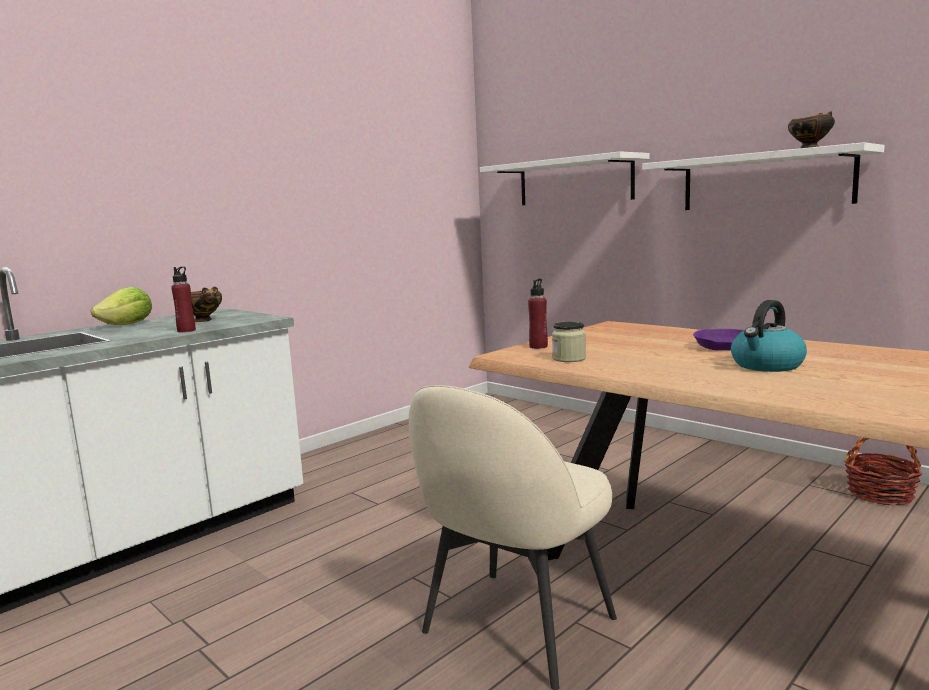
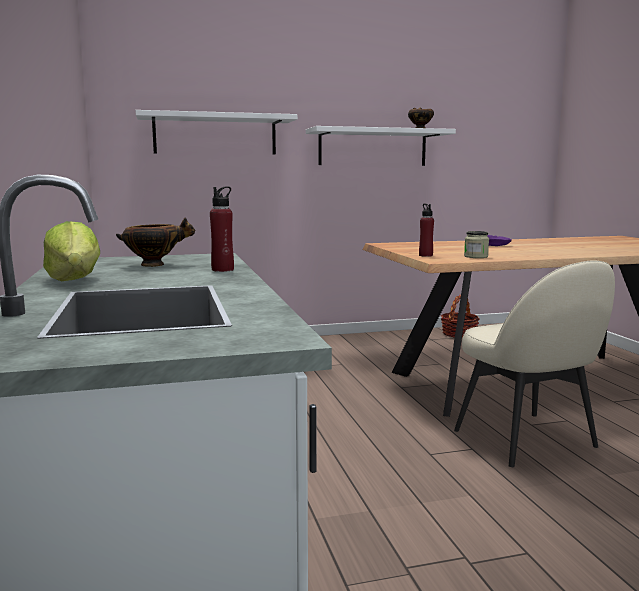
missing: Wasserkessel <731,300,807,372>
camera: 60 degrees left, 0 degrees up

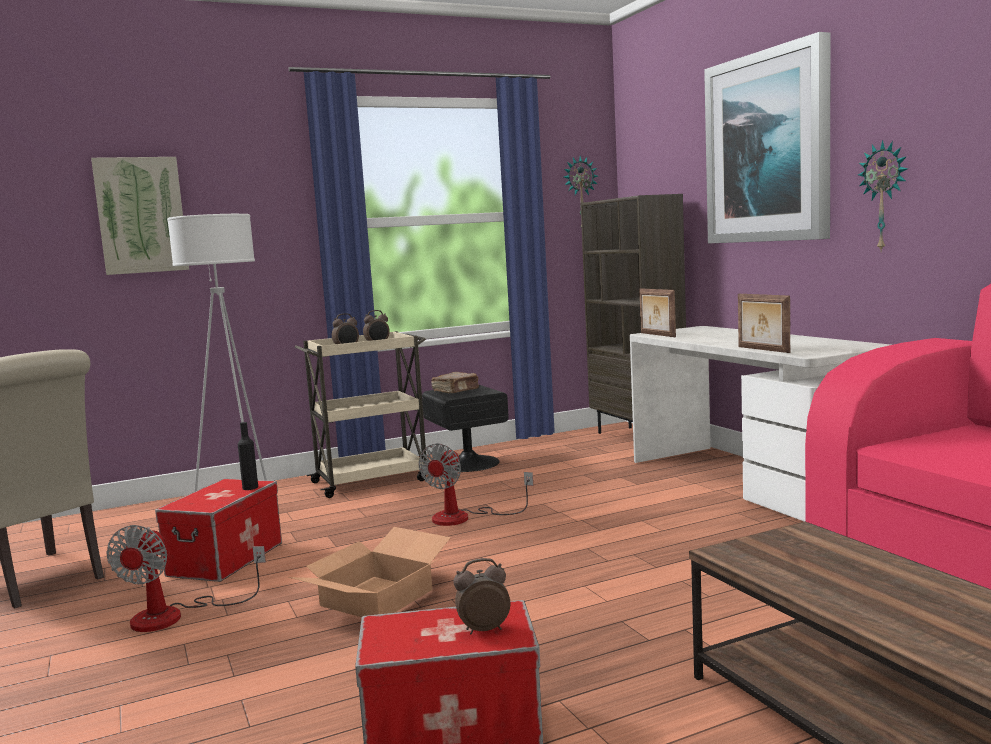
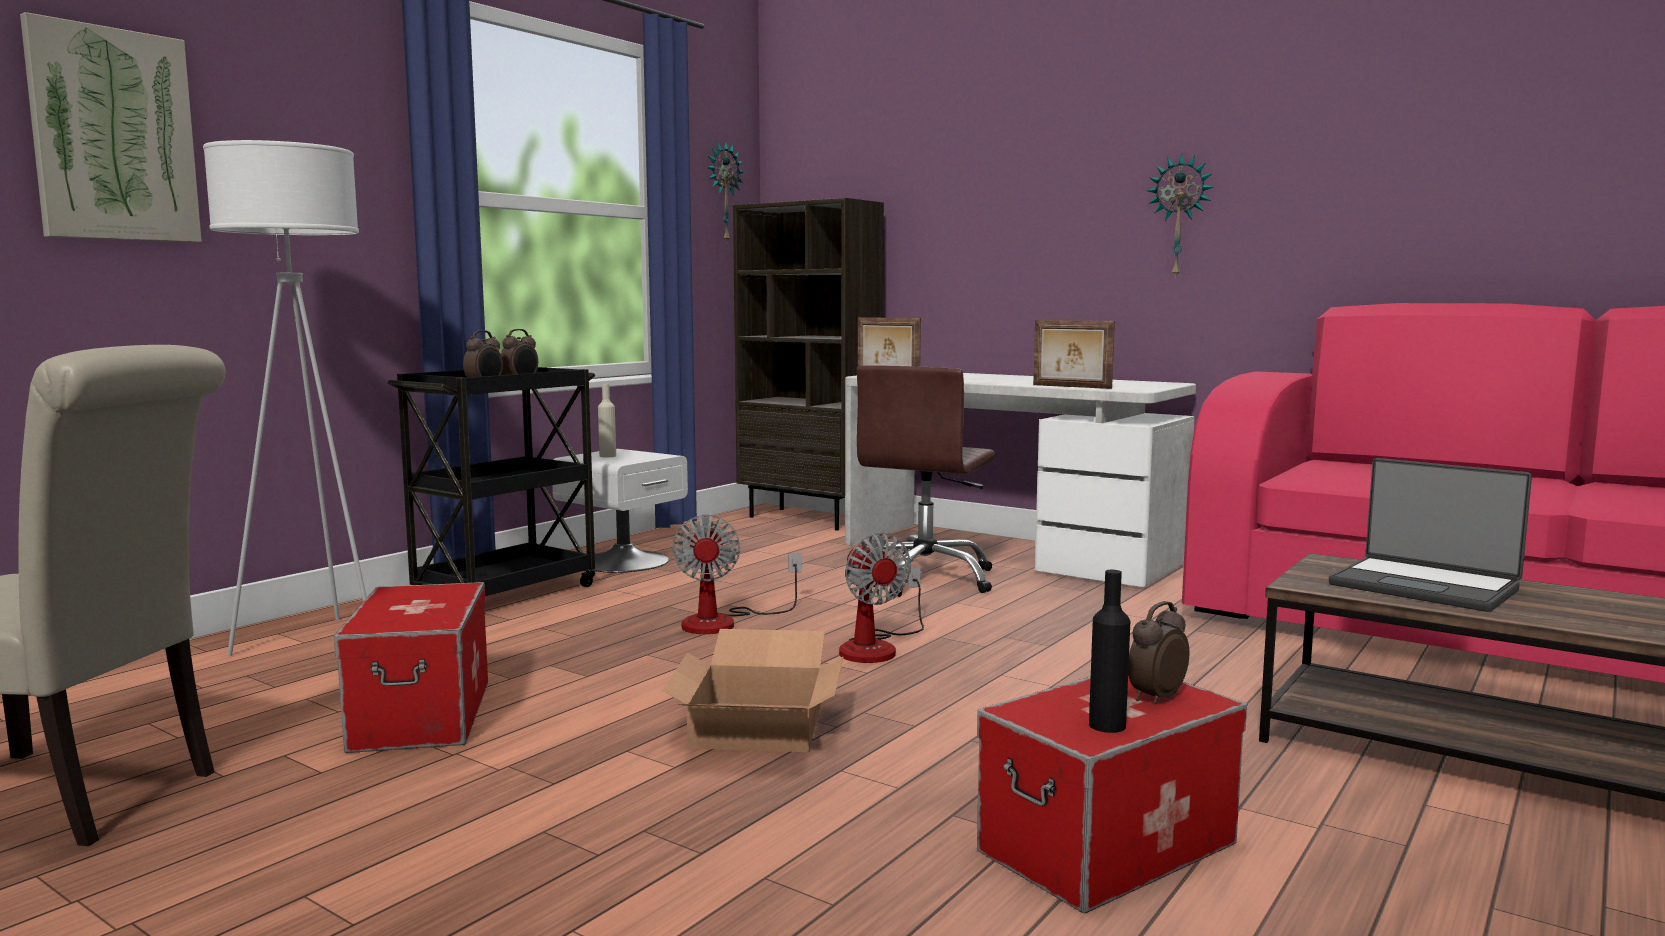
missing: Bild <704,32,831,244>
appeared: Bürostuhl [braun] <847,366,995,597>; Laptop <1329,458,1532,612>
relocated: Ventilator <106,525,266,632> to <839,533,924,663>; Flasche [schwarz] <238,422,258,490> to <1089,570,1130,733>
exchanged: Buch [braun] <431,372,479,393> to Flasche [beige] <598,384,616,457>
colour: Rollwagen [beige] <295,331,427,498> to Rollwagen [schwarz] <387,367,595,596>; Nachttisch [schwarz] <422,384,509,472> to Nachttisch [weiß] <552,449,688,573>
camera: 30 degrees left, 0 degrees up

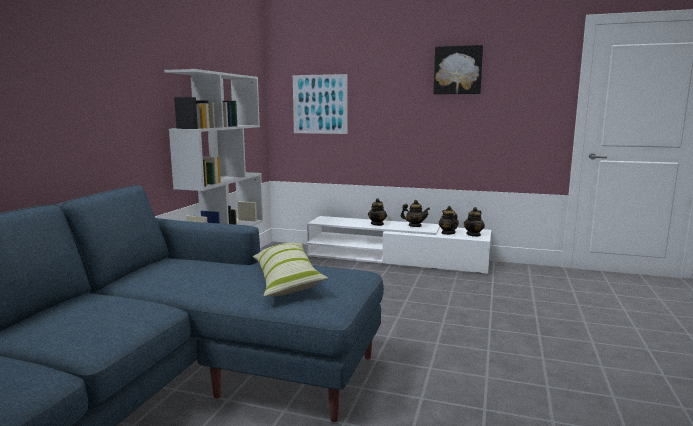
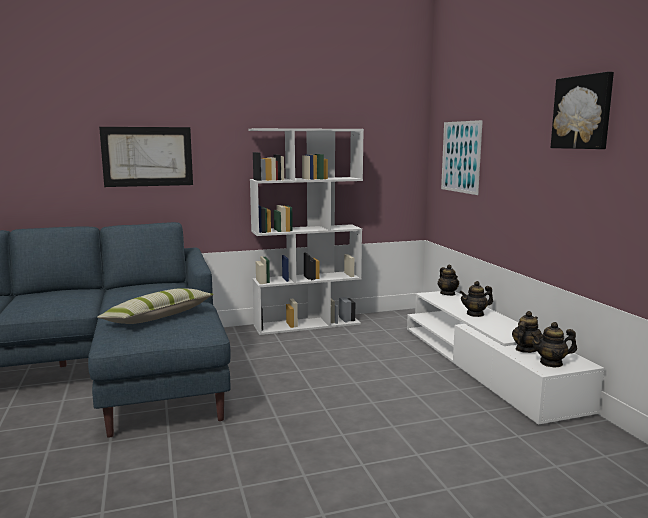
appeared: Bild <99,127,193,187>
relocated: Teekanne <401,200,430,227> to <438,265,459,296>
camera: 55 degrees right, 0 degrees up

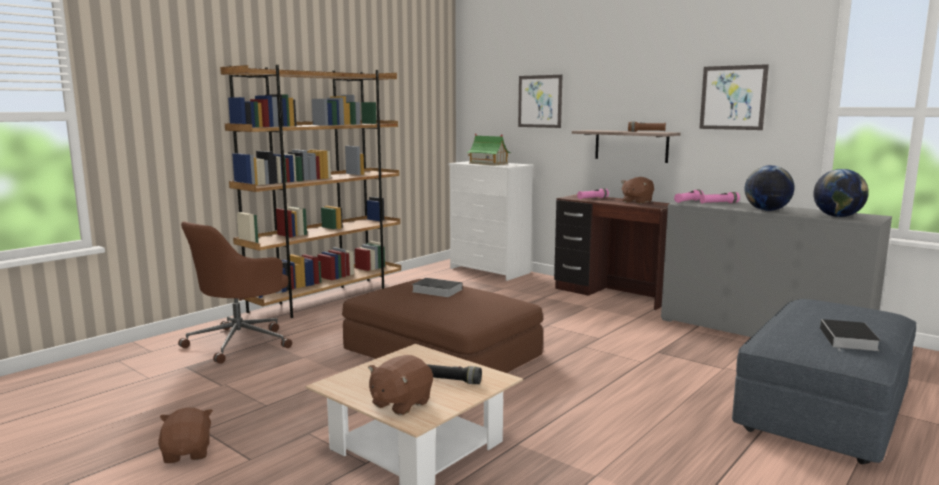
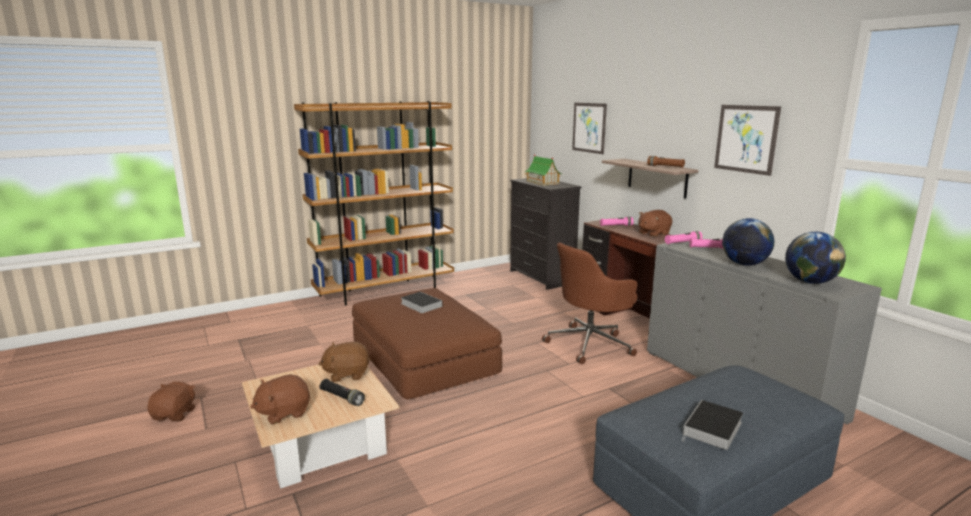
appeared: Plüschtier [braun] <319,342,371,382>
relocated: Bürostuhl [braun] <178,221,292,364> to <542,243,637,364>
colour: Kommode [weiß] <449,161,534,281> to Kommode [schwarz] <510,178,581,290>
camera: 20 degrees right, 5 degrees up

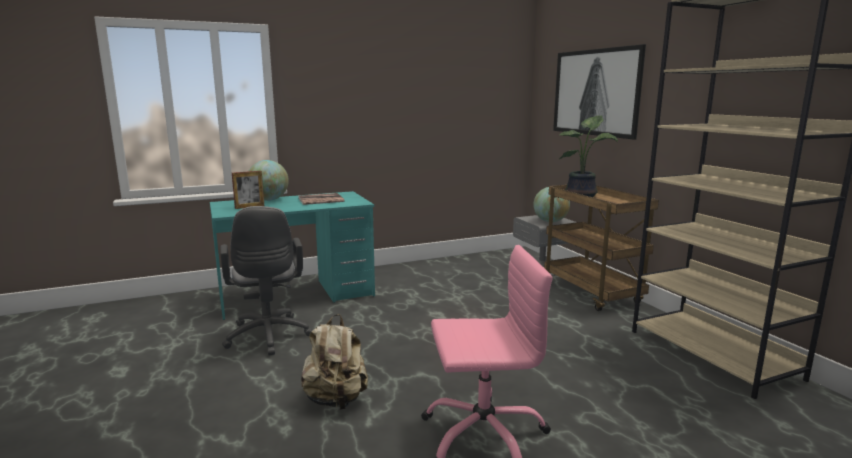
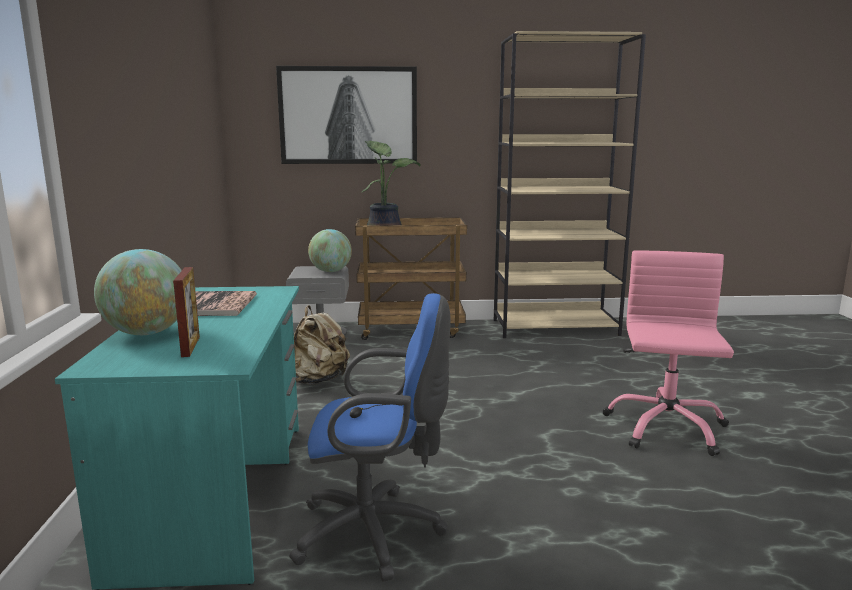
relocated: Rucksack [beige] <301,314,368,410> to <294,305,350,385>
colour: Bürostuhl [grau] <220,206,313,355> to Bürostuhl [blau] <289,293,450,581>
camera: 70 degrees left, 0 degrees up

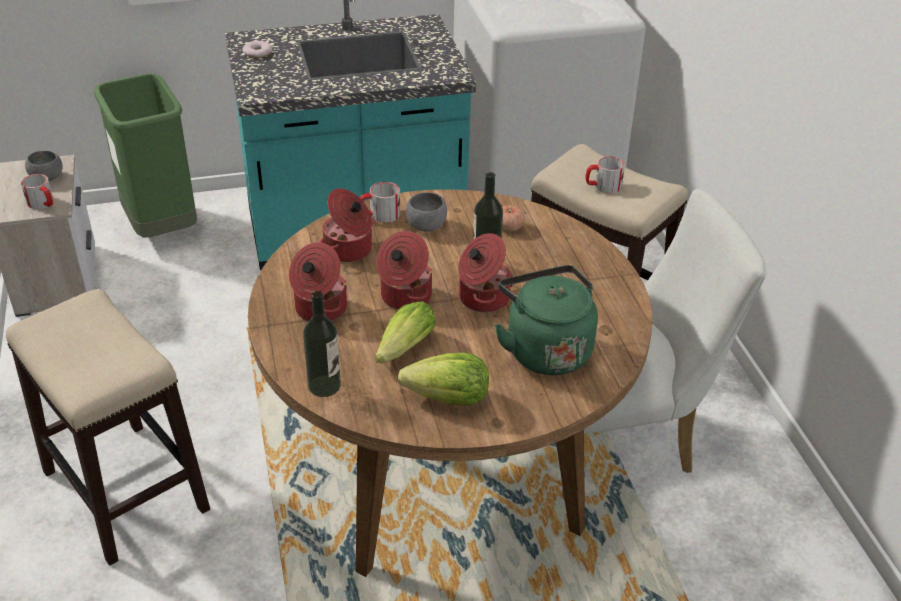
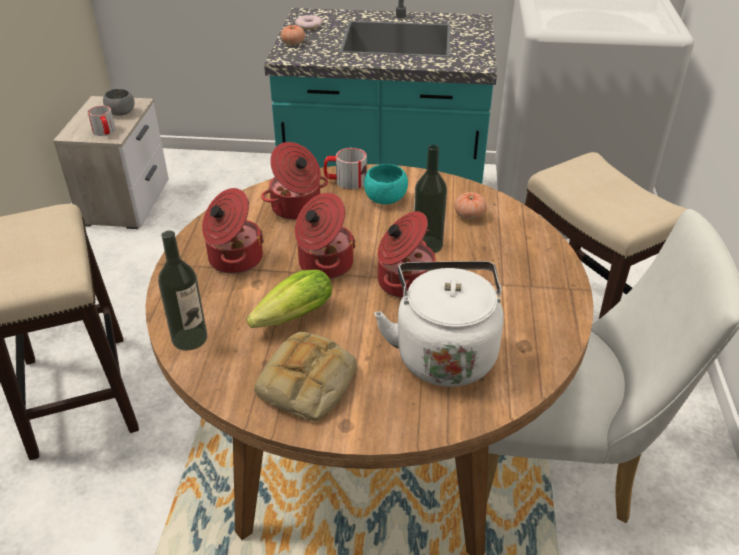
missing: Mülleimer [grün] <94,73,197,238>; Henkelbecher <585,156,625,193>
appeared: Tomate <281,25,305,45>
exchanged: Salatkopf <398,353,489,406> to Brot <254,332,357,421>
colour: Schüssel [grau] <406,192,447,231> to Schüssel [türkis] <364,164,408,205>; Wasserkessel [grün] <495,265,598,375> to Wasserkessel [weiß] <374,261,504,387>
camera: 20 degrees right, 0 degrees up

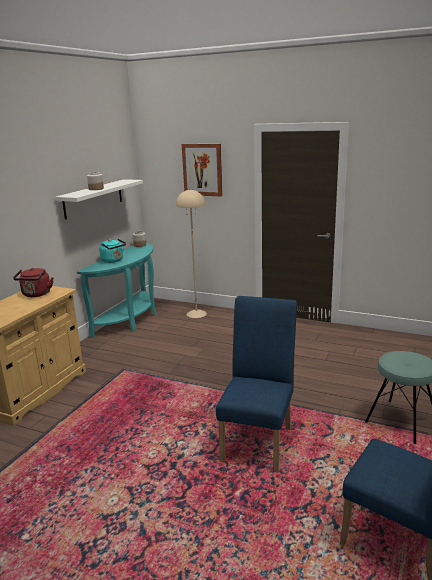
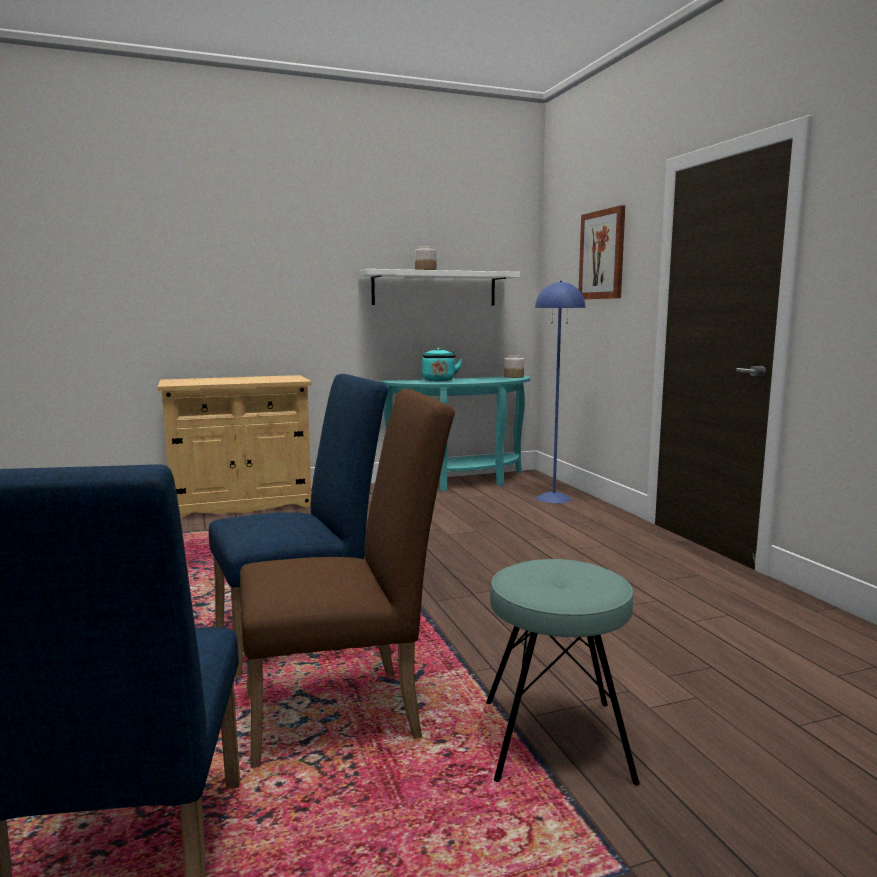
missing: Wasserkessel [rot] <13,268,53,297>
appeared: Stuhl [braun] <240,389,455,768>
colour: Stehlampe [beige] <176,189,207,318> to Stehlampe [blau] <535,281,585,503>
camera: 45 degrees right, 10 degrees down

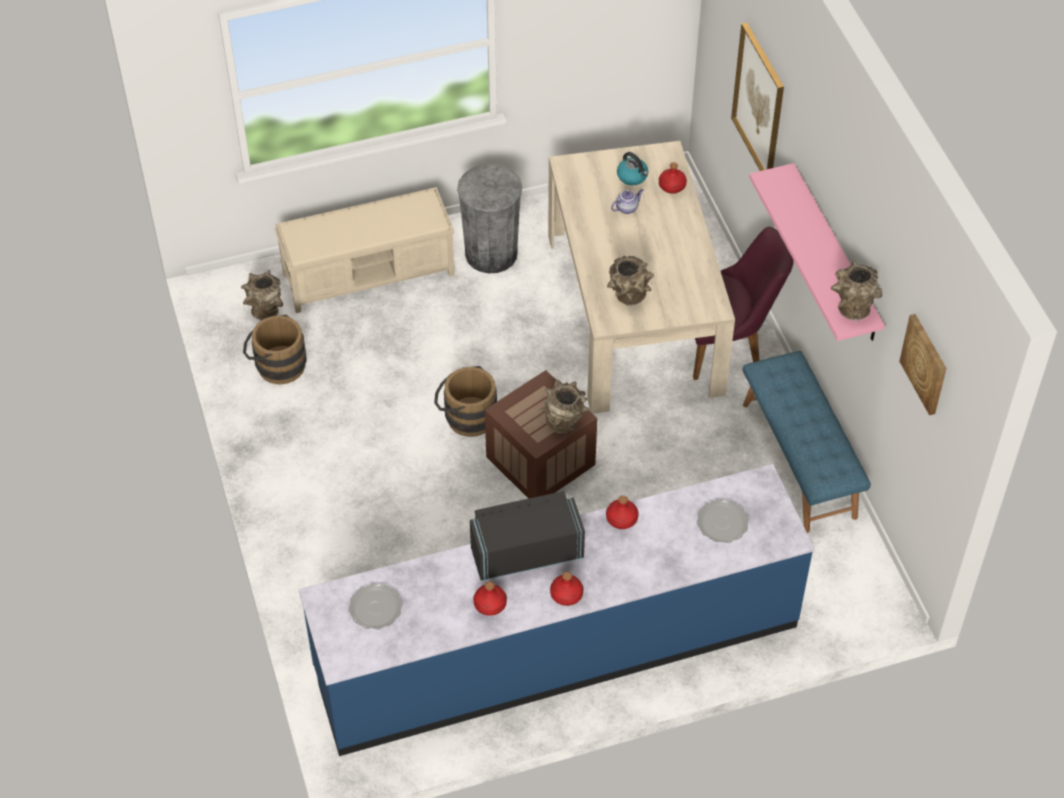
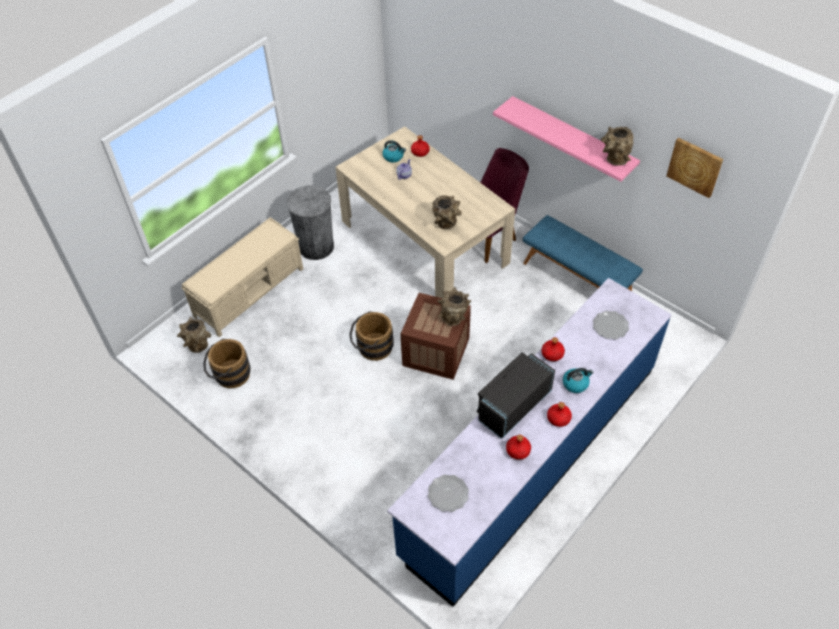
missing: Bild <731,23,784,171>
appeared: Wasserkessel <563,368,594,393>
camera: 30 degrees left, 0 degrees up

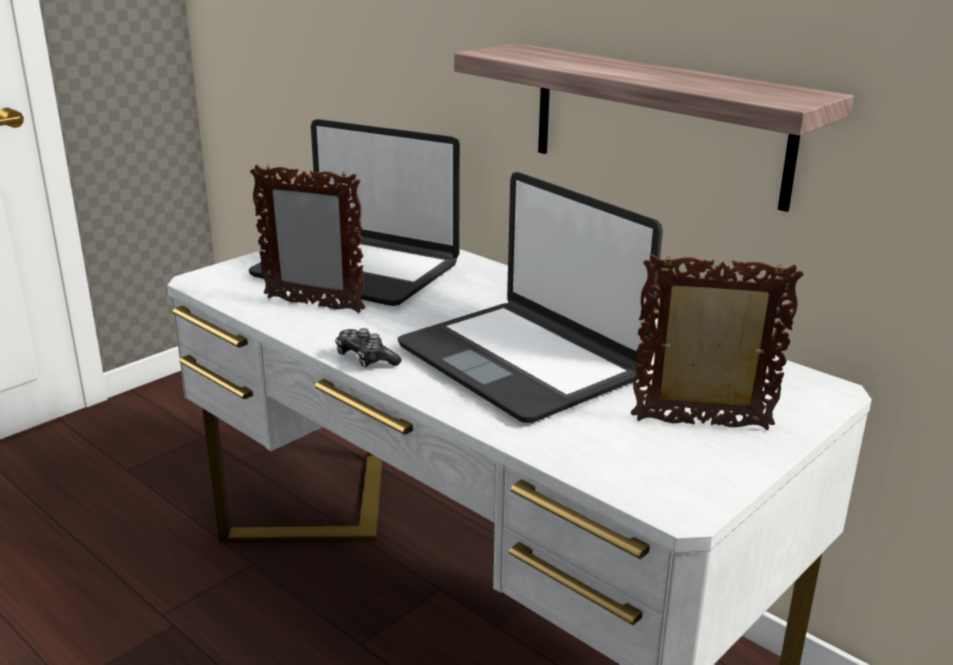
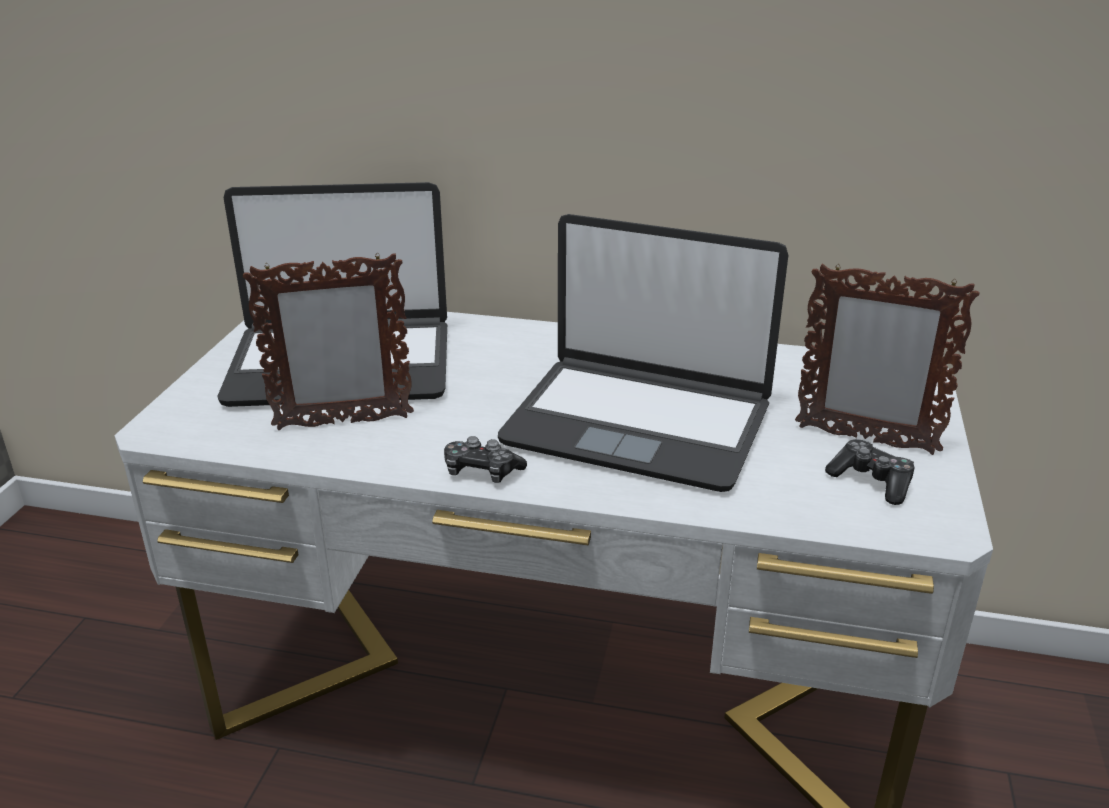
missing: Wandregal <454,43,854,212>
appeared: Gamepad <825,439,915,505>
spun: Bilderrahmen <631,254,804,430> = <795,264,979,455> 135 degrees counterclockwise
camera: 30 degrees left, 5 degrees up

